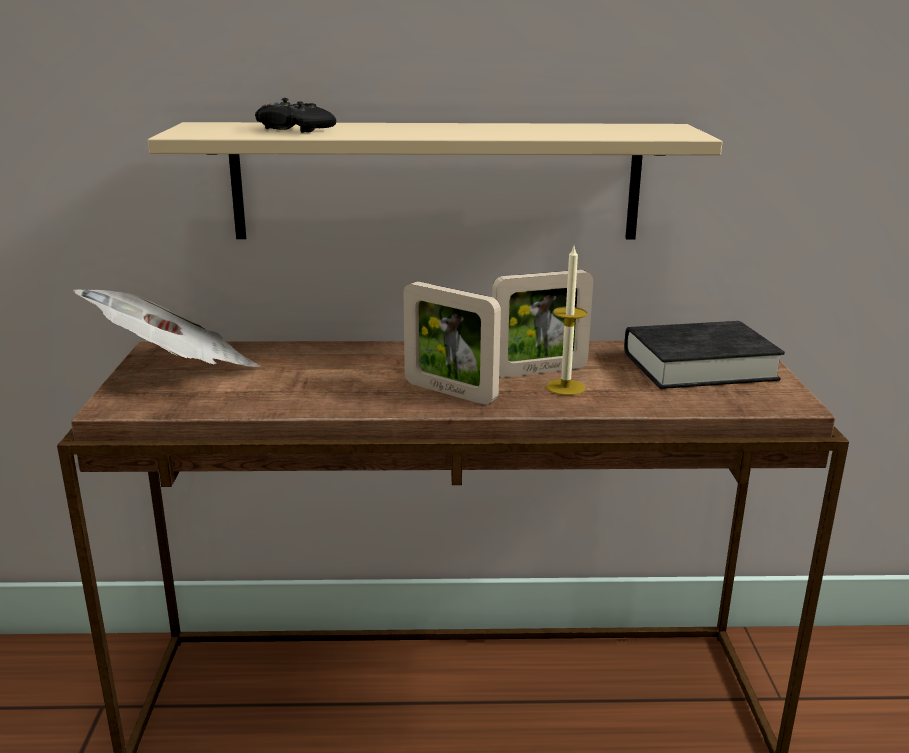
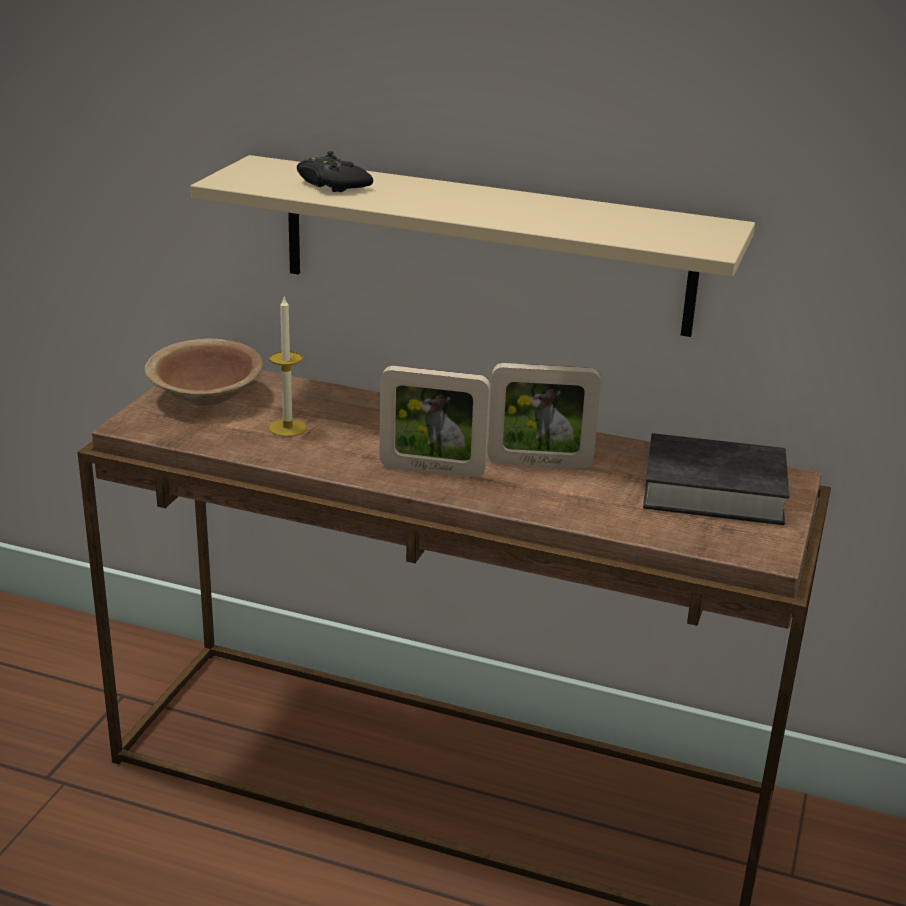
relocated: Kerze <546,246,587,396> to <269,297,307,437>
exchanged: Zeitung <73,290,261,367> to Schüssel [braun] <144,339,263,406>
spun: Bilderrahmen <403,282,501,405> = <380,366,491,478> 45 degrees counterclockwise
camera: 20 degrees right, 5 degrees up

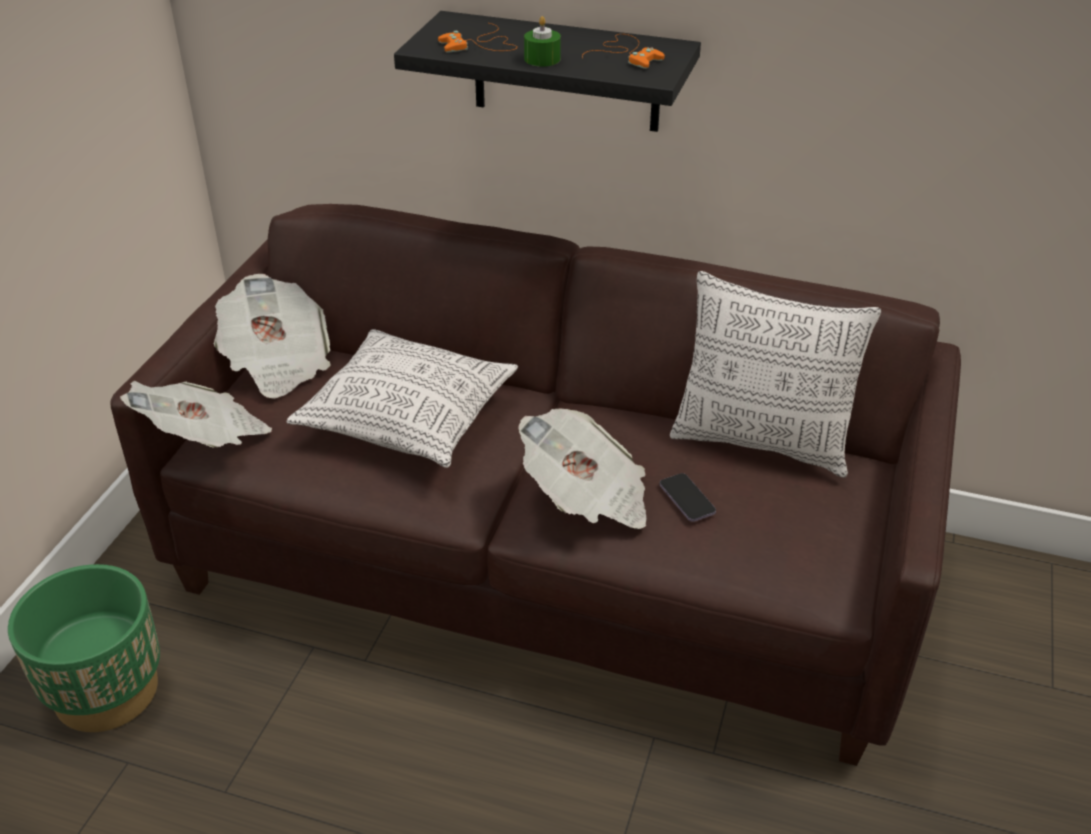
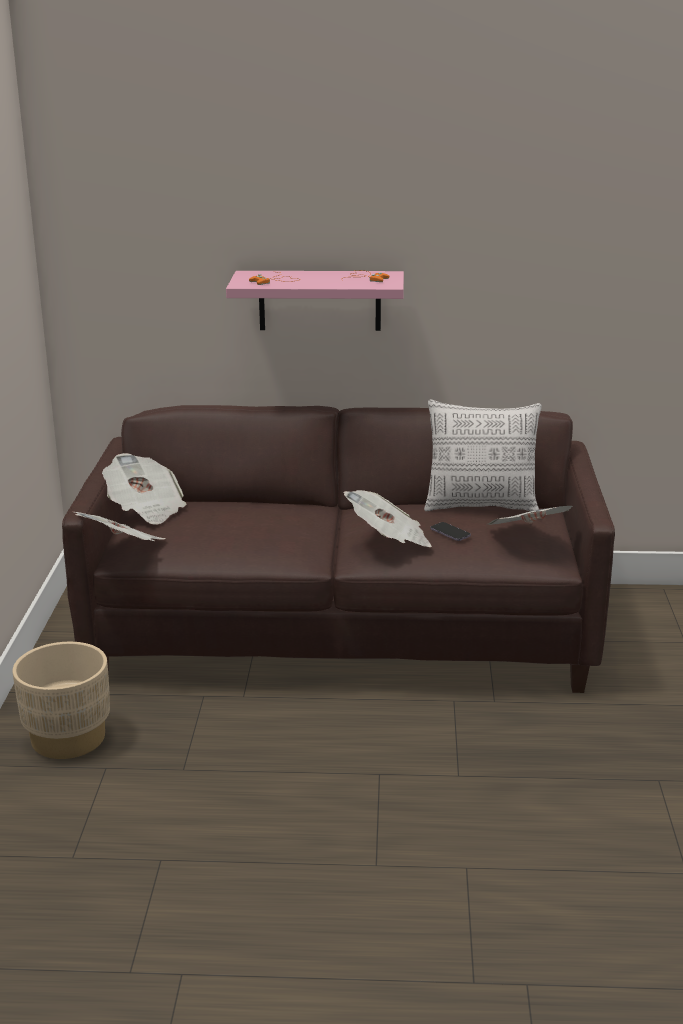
missing: Kissen <287,329,518,468>; Kerze [grün] <524,16,561,67>
appeared: Zeitung <488,506,573,525>
colour: Pflanzkübel [grün] <8,564,160,732> to Pflanzkübel [beige] <12,642,110,759>; Wandregal [schwarz] <394,11,701,132> to Wandregal [rosa] <226,271,404,331>
camera: 15 degrees left, 15 degrees down

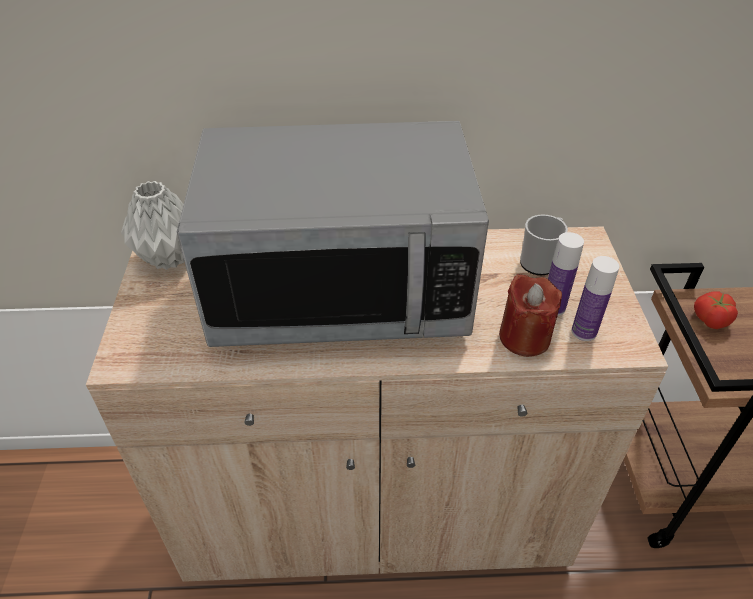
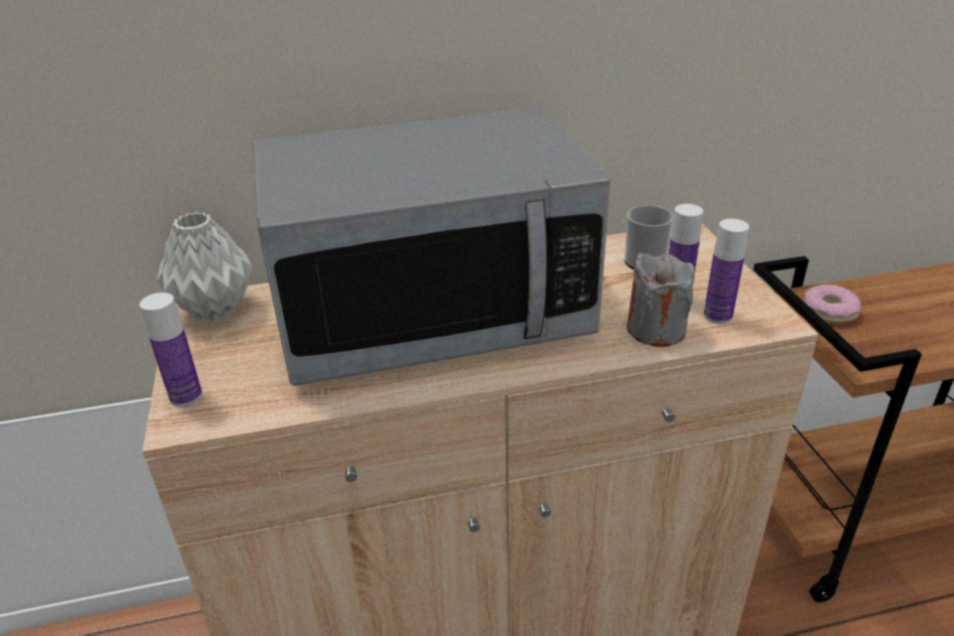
appeared: Flasche <139,292,202,407>
exchanged: Tomate <694,291,738,329> to Donut <804,285,861,323>
colour: Kerze [rot] <499,274,562,357> to Kerze [grau] <627,253,695,347>
camera: 10 degrees left, 10 degrees down

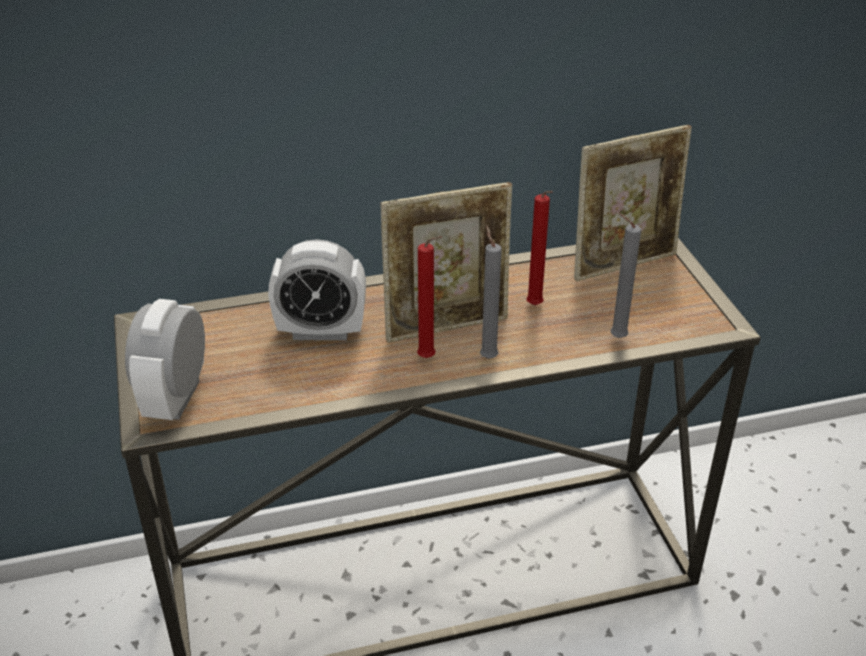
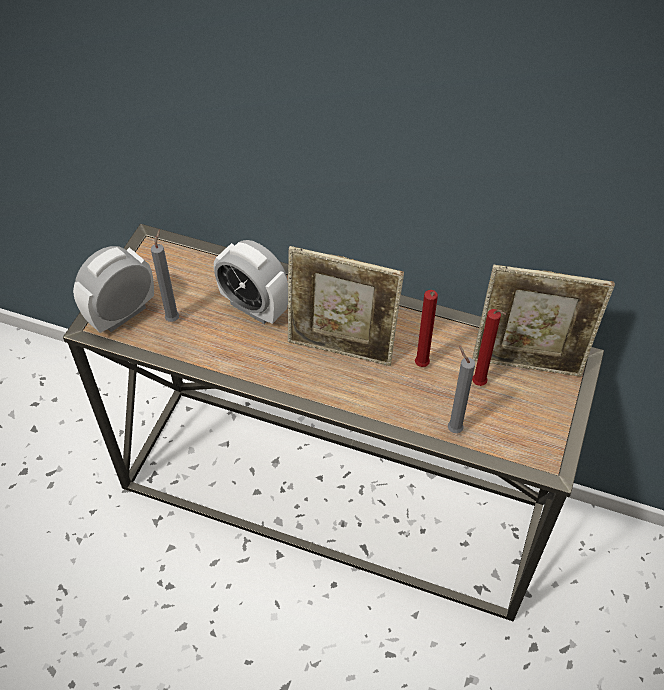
relocated: Kerze [rot] <417,236,442,358> to <472,309,506,386>; Kerze [grau] <480,226,502,359> to <151,230,179,322>
camera: 35 degrees right, 15 degrees up

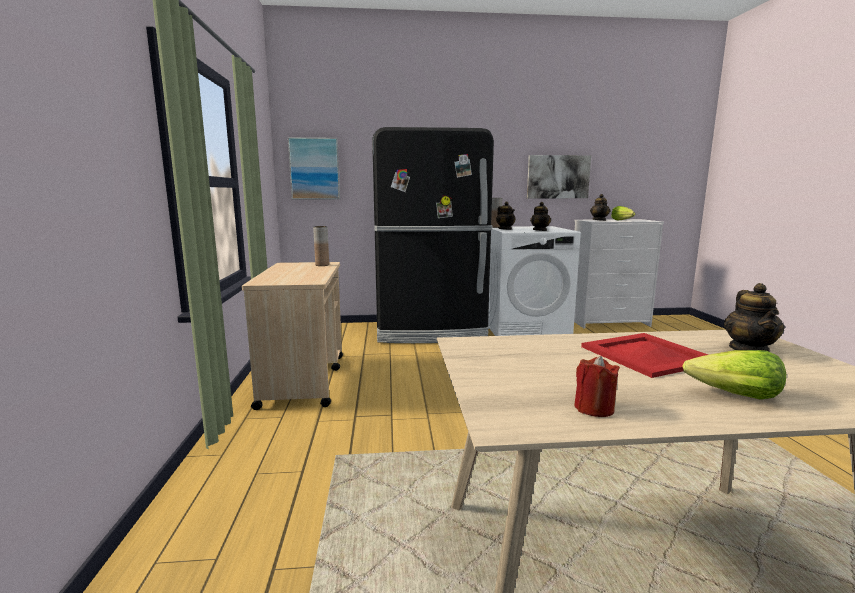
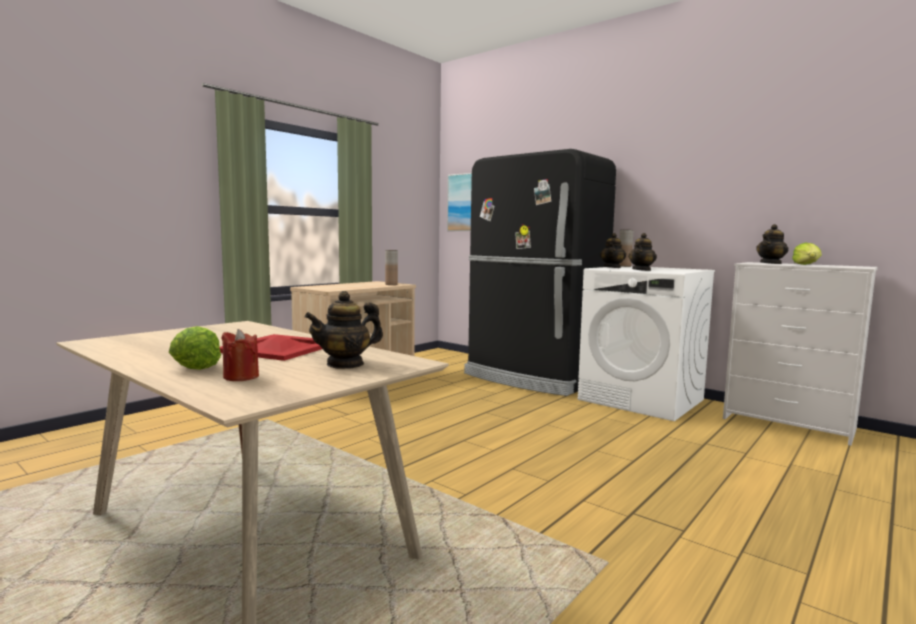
missing: Bild <527,155,591,198>
relocated: Kerze [rot] <574,356,620,417> to <221,329,259,381>
camera: 45 degrees right, 5 degrees down

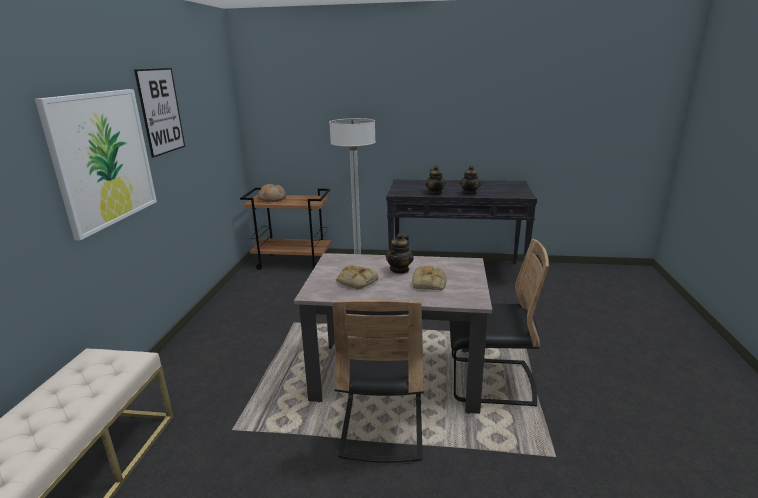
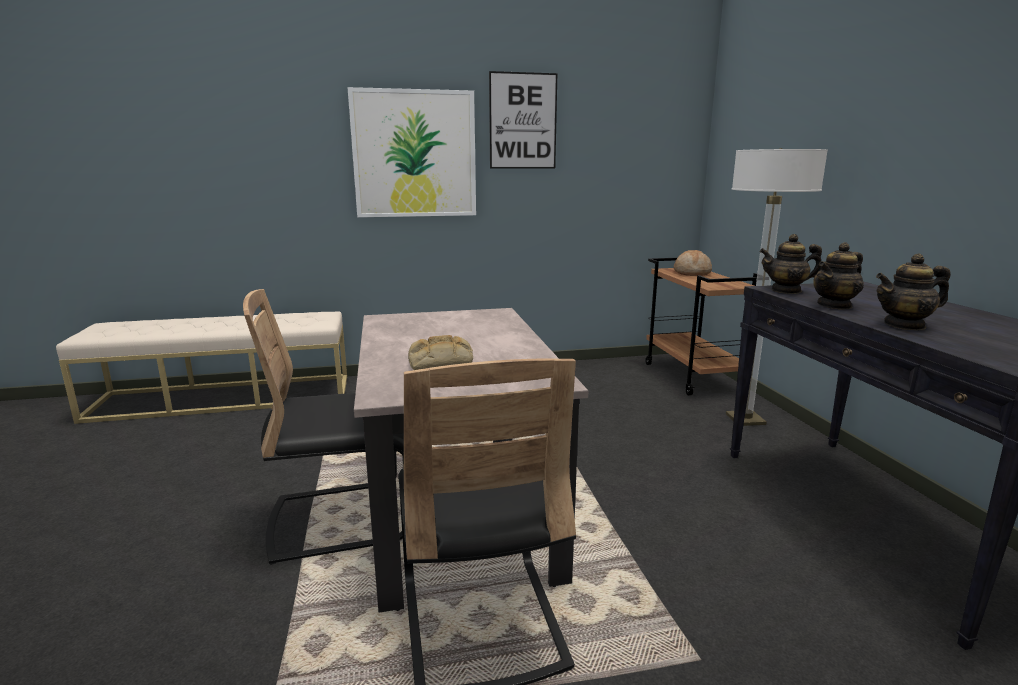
missing: Brot <336,265,378,289>
relocated: Teekanne <385,233,414,274> to <760,234,822,294>
camera: 70 degrees right, 5 degrees down

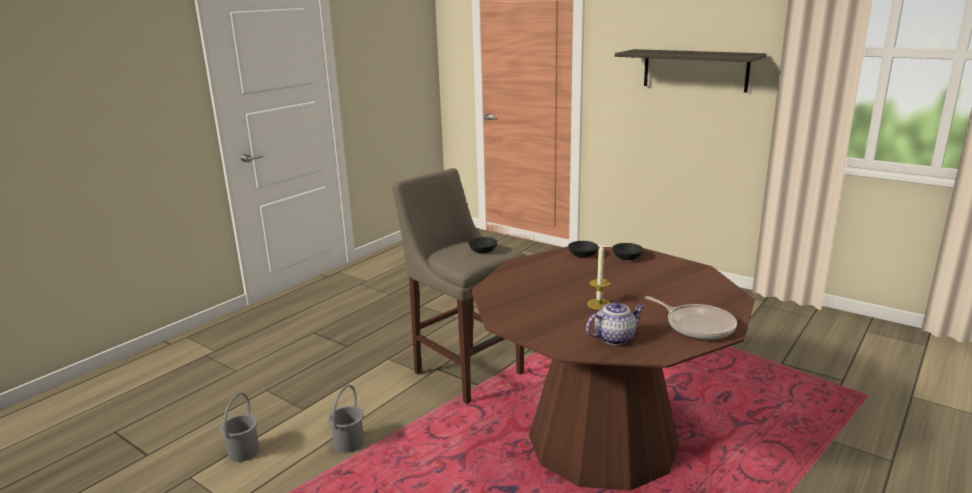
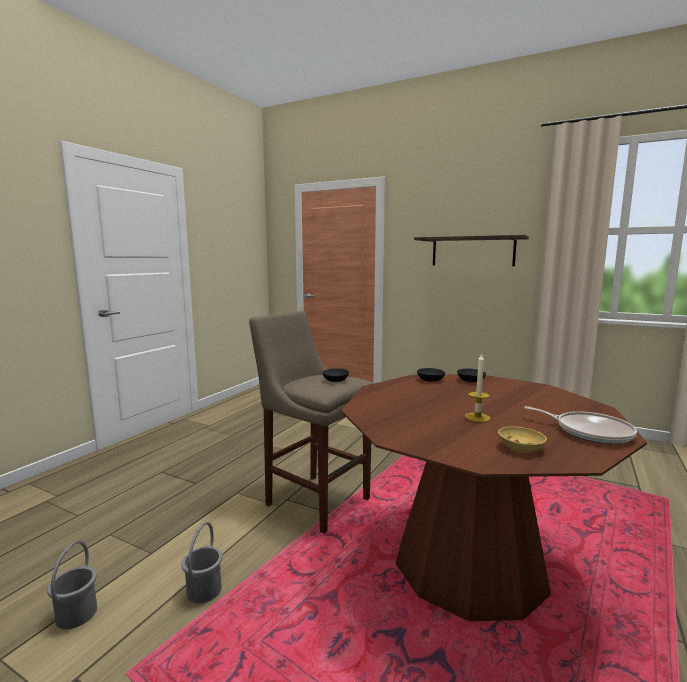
exchanged: Teekanne <586,302,644,345> to Schüssel [beige] <498,426,547,453>
camera: 10 degrees left, 10 degrees down

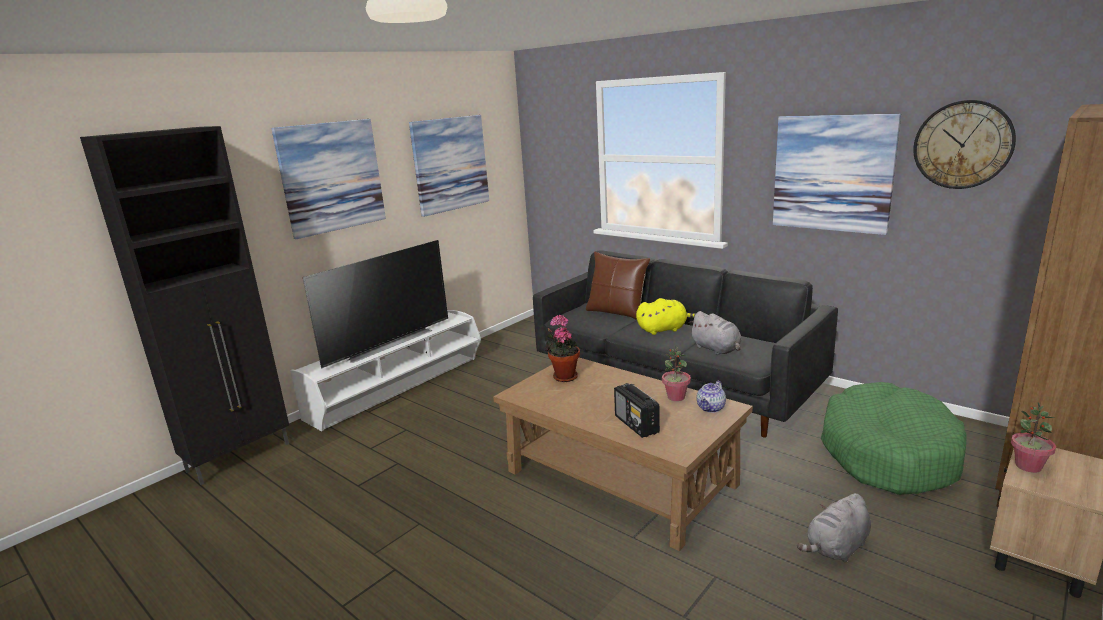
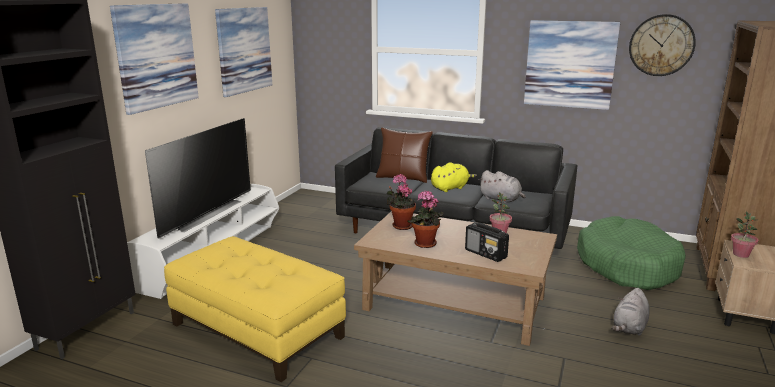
missing: Teekanne <697,381,726,413>
appeared: Polsterhocker [gelb] <164,236,346,382>; Topfpflanze <407,190,444,248>
camera: 20 degrees left, 0 degrees up

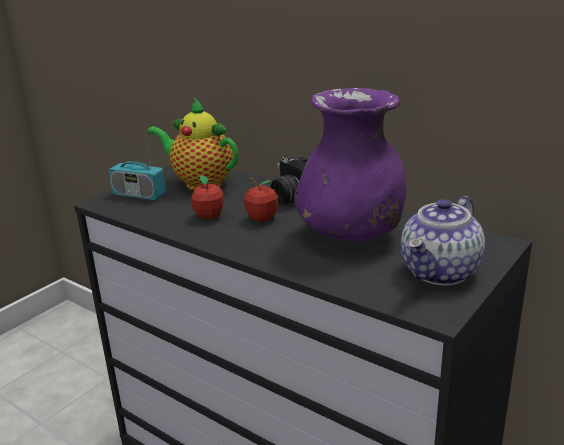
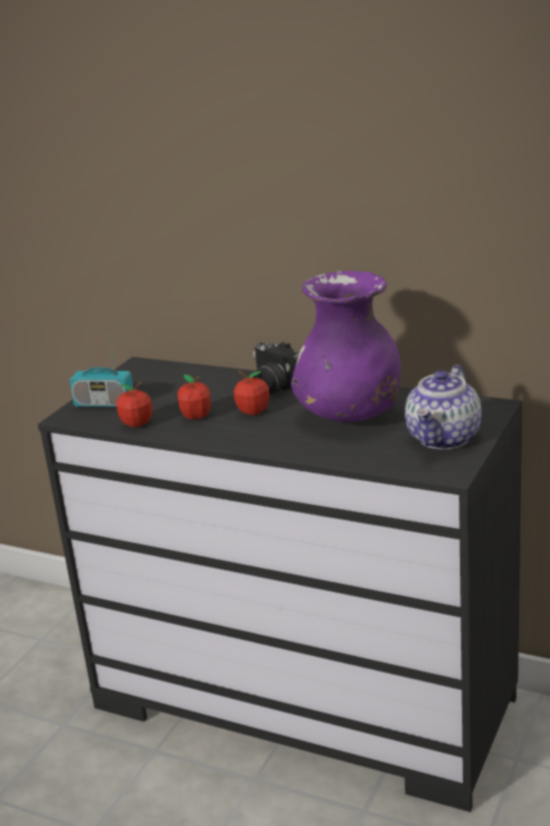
missing: Teekanne <147,98,239,190>
appeared: Apfel <116,382,152,428>
camera: 10 degrees left, 0 degrees up

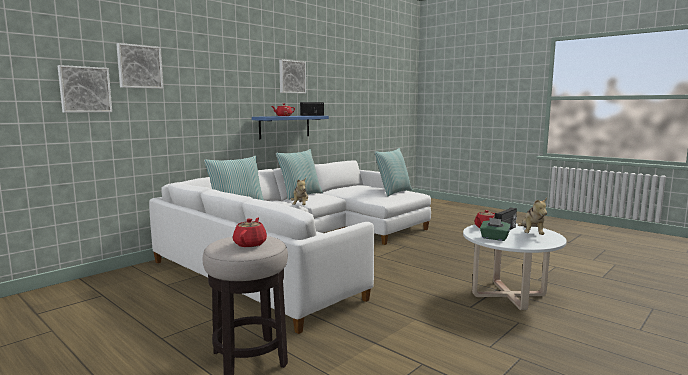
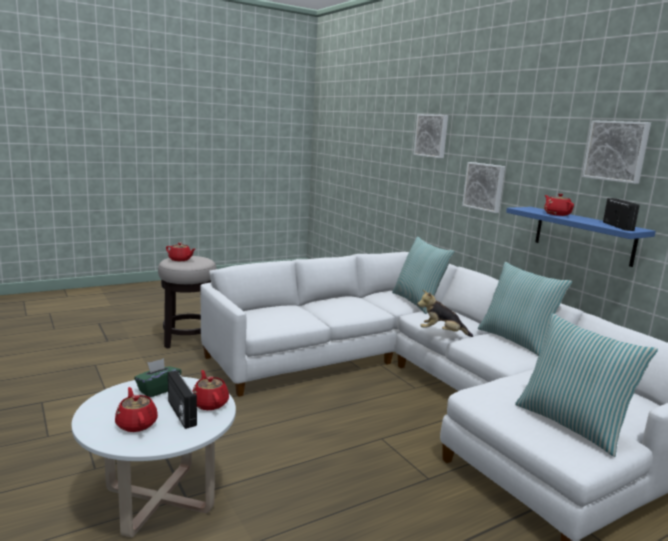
relocated: Bild <58,65,112,113> to <462,162,505,213>
exchanged: Plüschtier <518,198,547,235> to Teekanne [rot] <115,387,158,432>
camera: 105 degrees right, 5 degrees up

